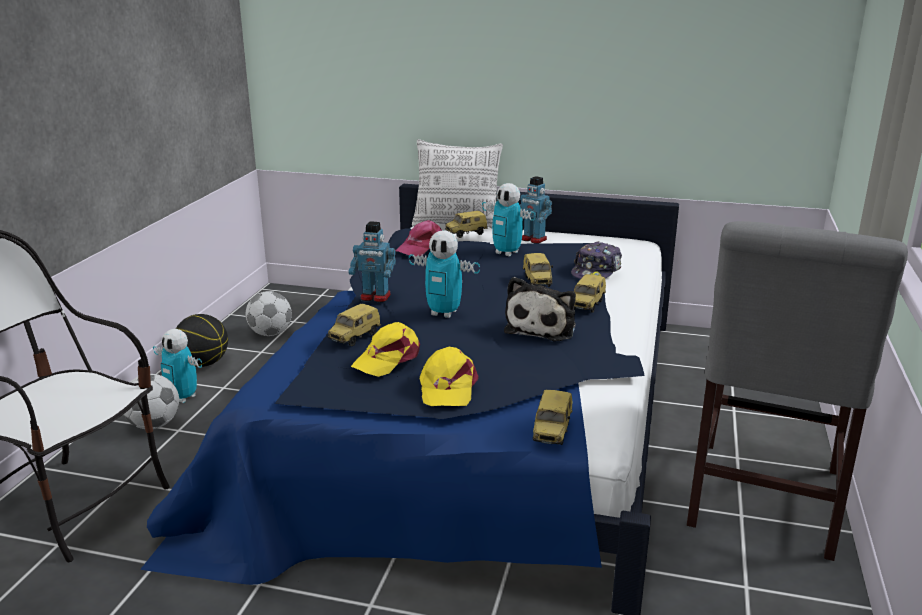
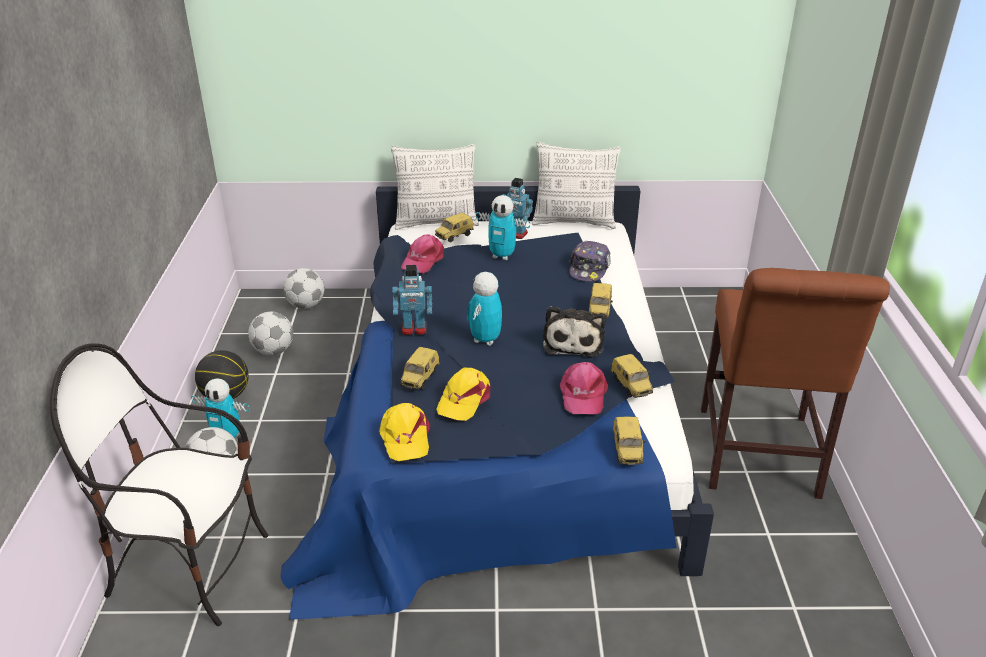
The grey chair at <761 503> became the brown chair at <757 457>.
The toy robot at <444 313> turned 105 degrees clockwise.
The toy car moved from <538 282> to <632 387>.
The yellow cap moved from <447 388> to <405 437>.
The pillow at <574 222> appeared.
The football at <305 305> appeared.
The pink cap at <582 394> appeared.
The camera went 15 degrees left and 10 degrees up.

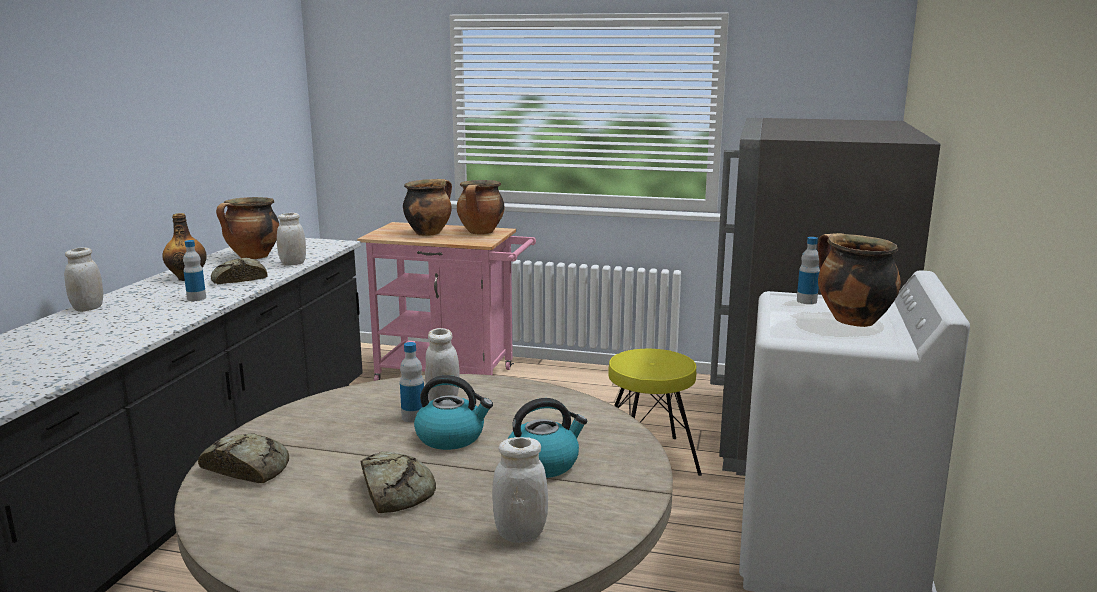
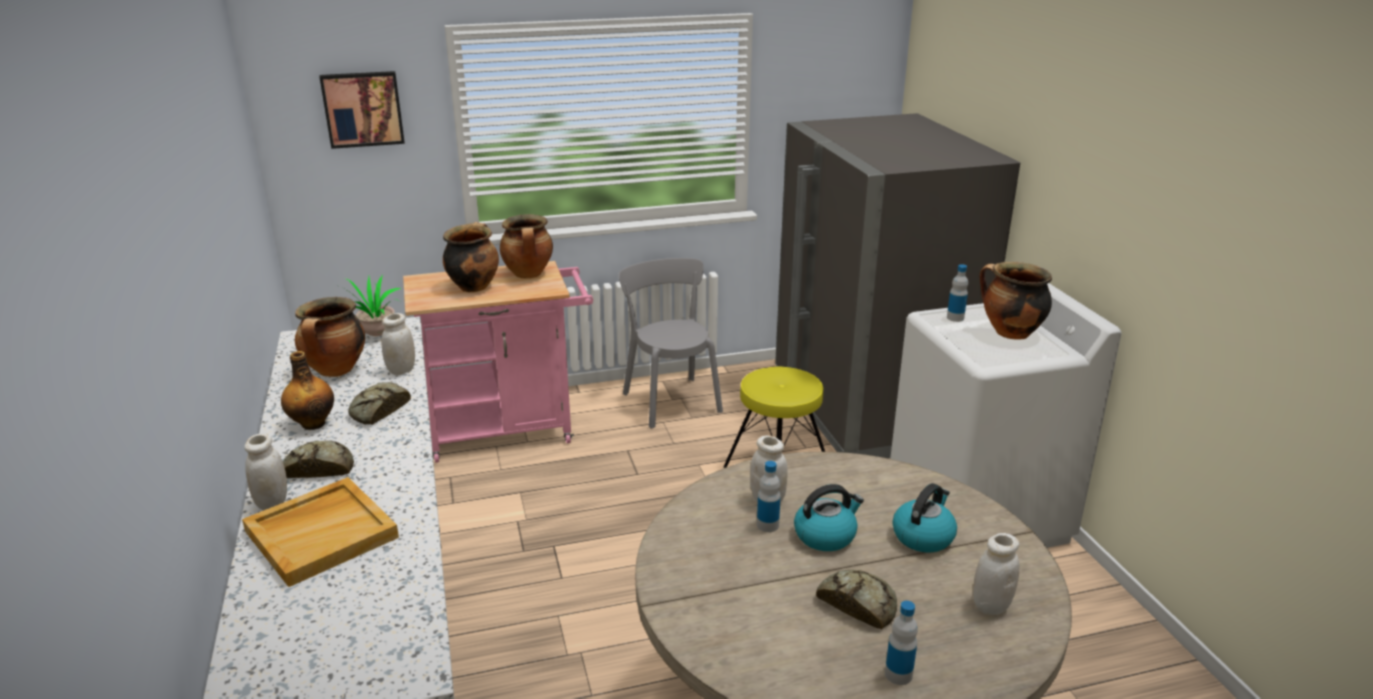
The bottle moved from <196 298> to <898 674>.
The bread moved from <247 467> to <319 467>.
The picture at <363 109> appeared.
The grey chair at <670 400> appeared.
The potted plant at <376 335> appeared.
The beige tray at <322 533> appeared.
The camera went 30 degrees left and 10 degrees up.

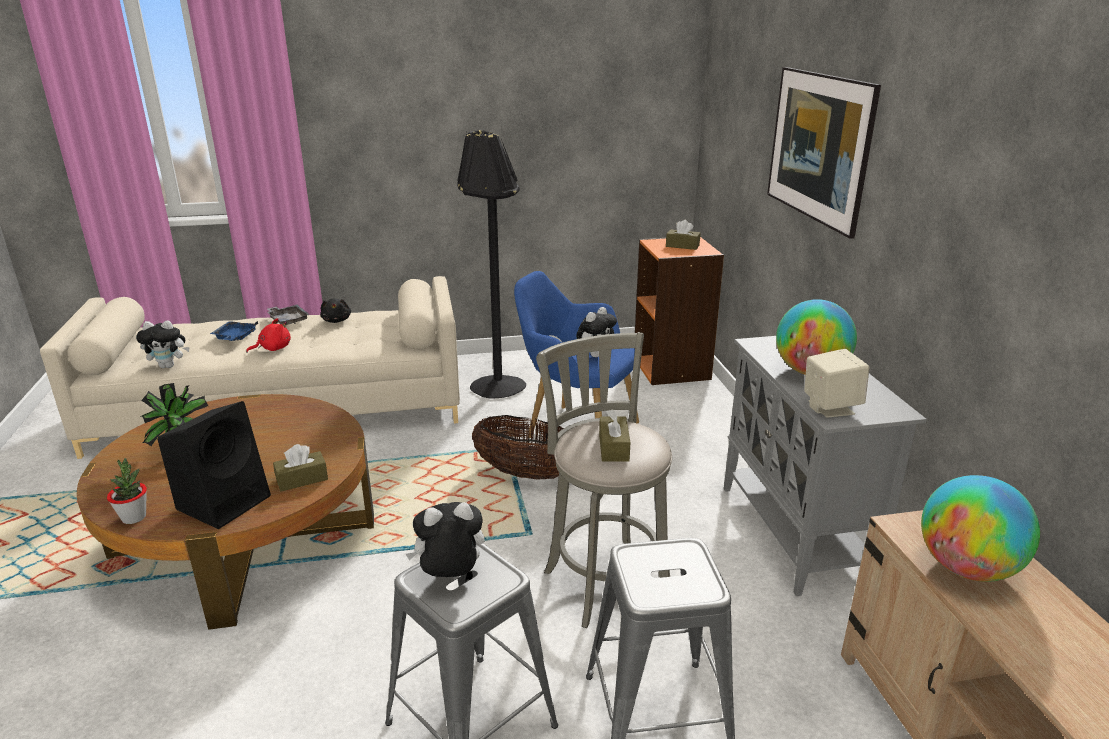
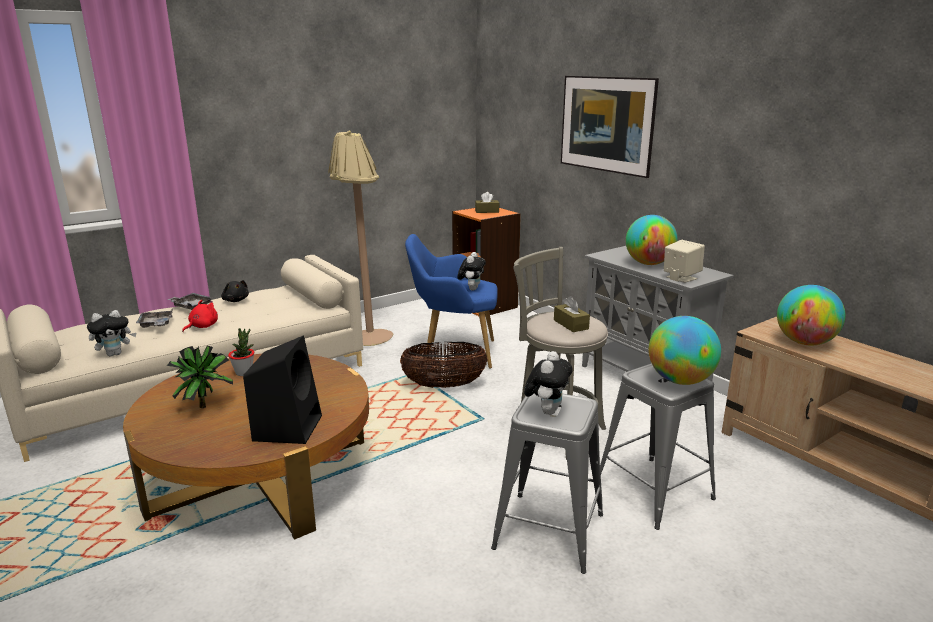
The black floor lamp at <497 381> became the beige floor lamp at <365 334>.
The blue tray at <235 337> became the grey tray at <156 324>.
The brown tissue box at <302 479> disappeared.
The potted plant moved from <134 517> to <244 372>.
The plush toy at <450 577> turned 150 degrees clockwise.
The globe at <680 381> appeared.
The camera went 25 degrees left and 5 degrees down.

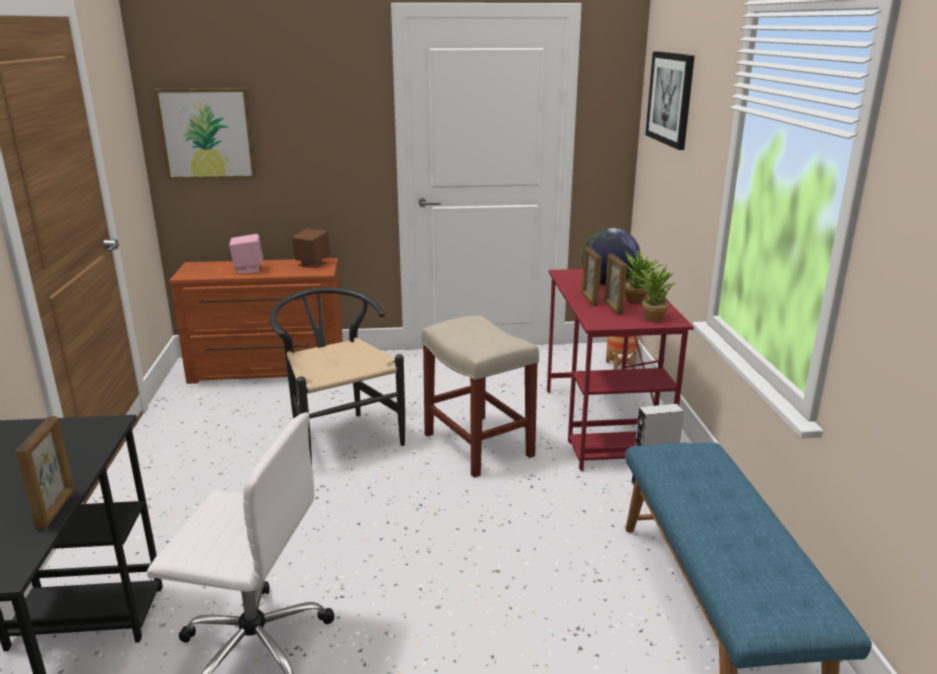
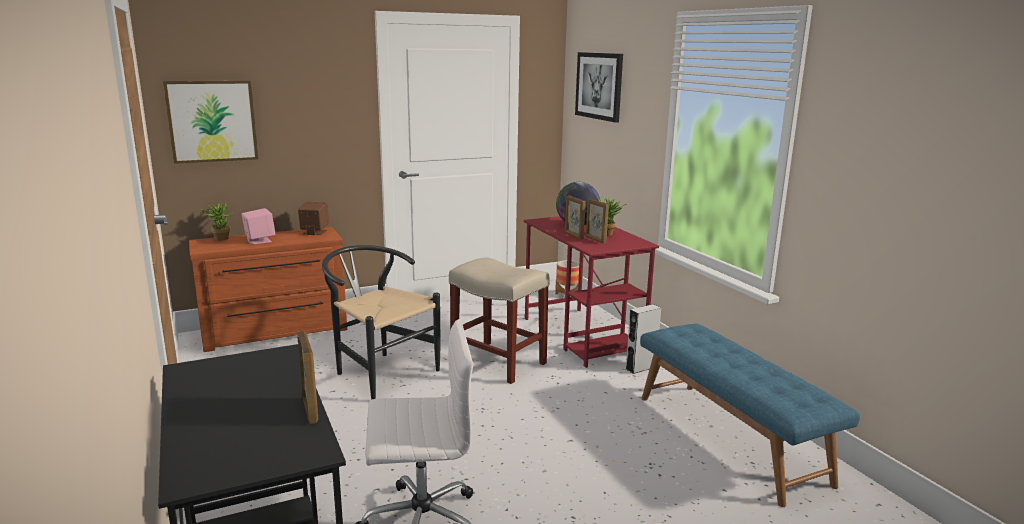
The potted plant moved from <651 317> to <220 238>.
The camera went 20 degrees left and 5 degrees down.

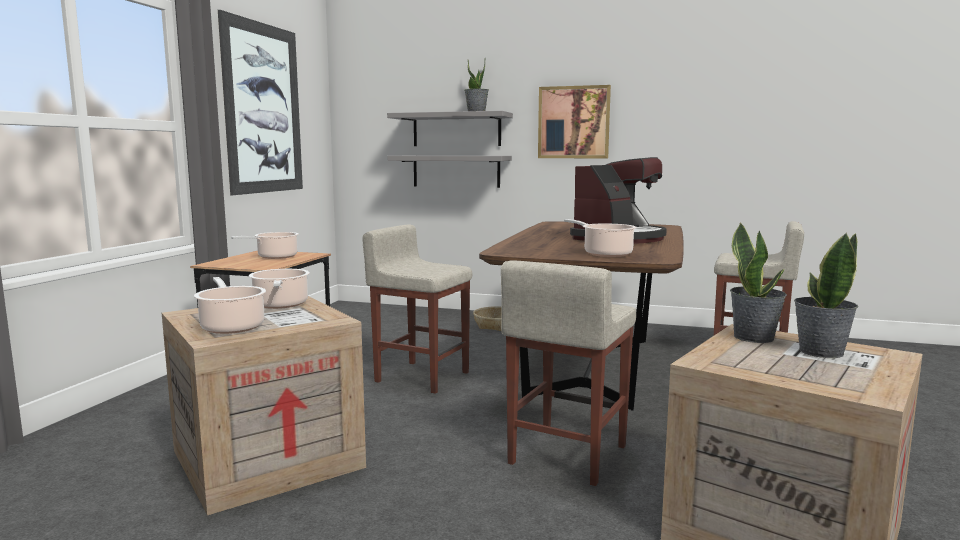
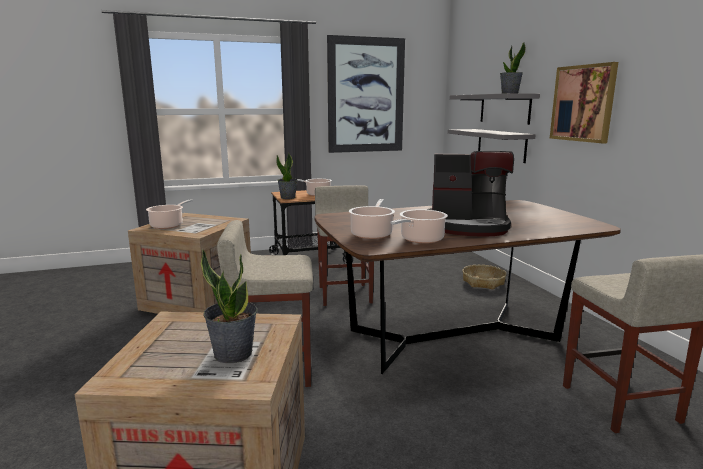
The potted plant moved from <754 337> to <288 197>.
The cooking pot moved from <281 305> to <420 240>.
The camera went 55 degrees right and 5 degrees up.

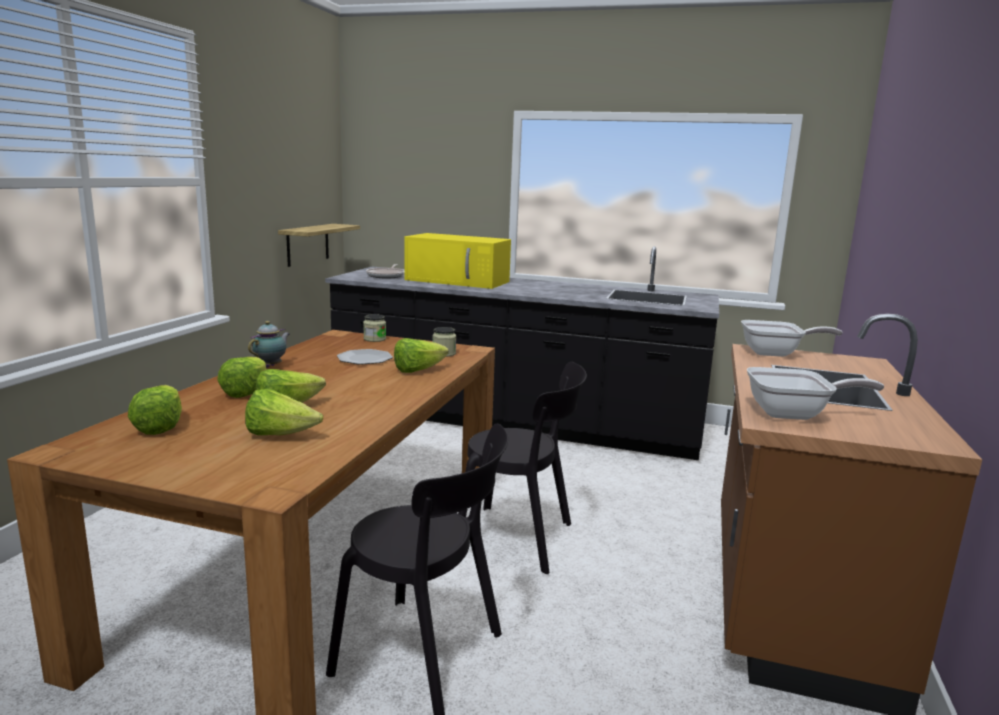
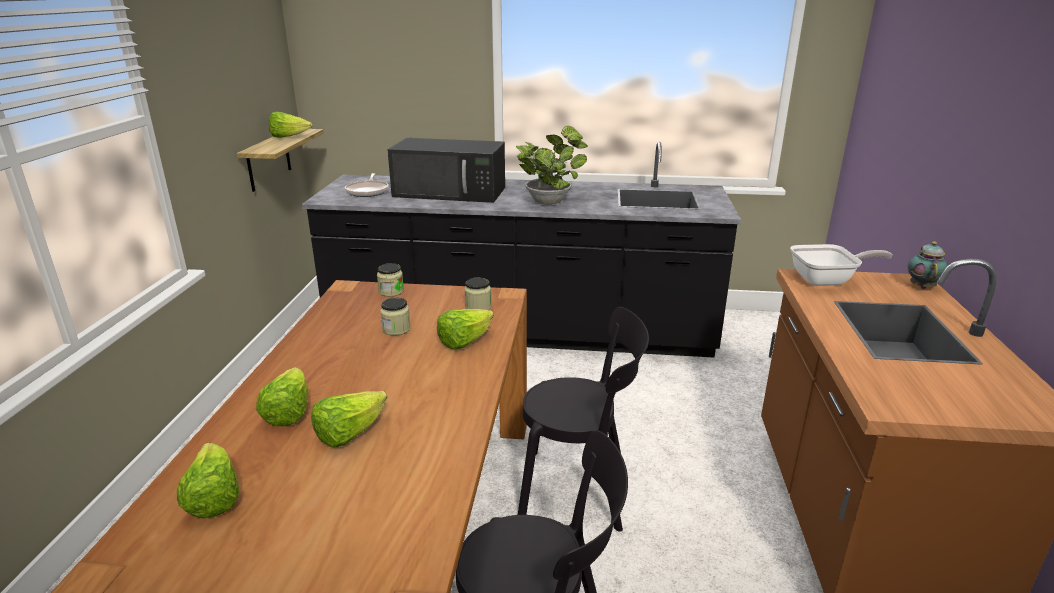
The yellow microwave at <459 281> became the black microwave at <451 192>.
The teapot moved from <271 366> to <921 286>.
The plate at <364 359> was replaced by the jar at <396 329>.
The frying pan at <794 414> disappeared.
The lettuce moved from <280 435> to <289 137>.
The potted plant at <550 201> appeared.
The camera went 10 degrees left and 10 degrees up.

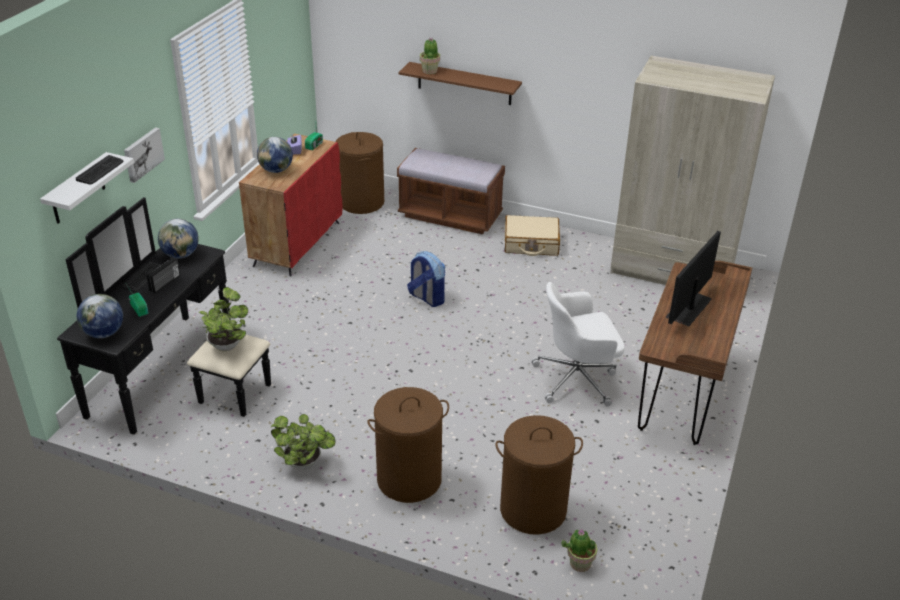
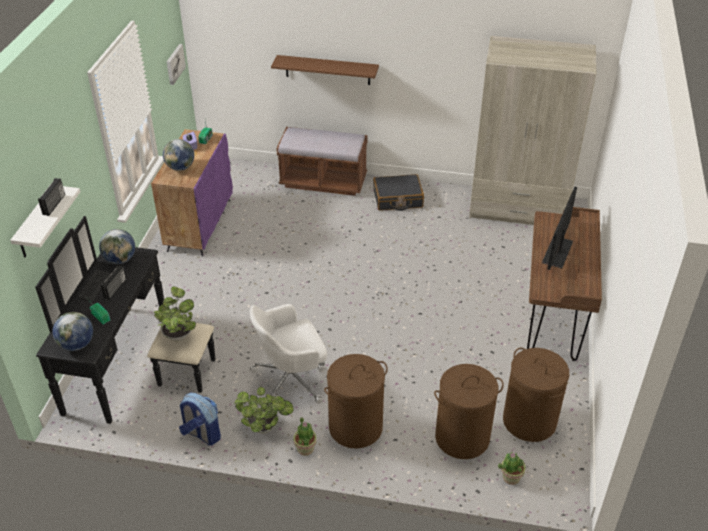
The potted plant moved from <430 70> to <305 448>.
The picture moved from <142 154> to <174 64>.
The brown laundry basket moved from <361 202> to <529 421>.
The red cabinet at <297 243> became the purple cabinet at <199 224>.
The keyboard at <100 170> was replaced by the radio at <54 204>.
The beige suitcase at <531 243> became the black suitcase at <397 199>.
The backpack moved from <426 298> to <201 434>.
The white office chair moved from <577 379> to <291 379>.
The camera went 10 degrees left and 5 degrees up.

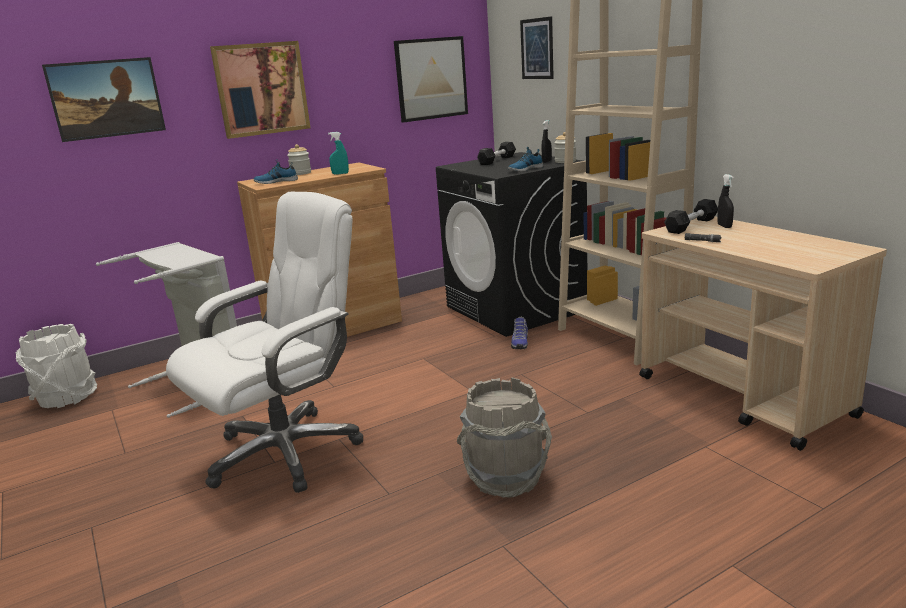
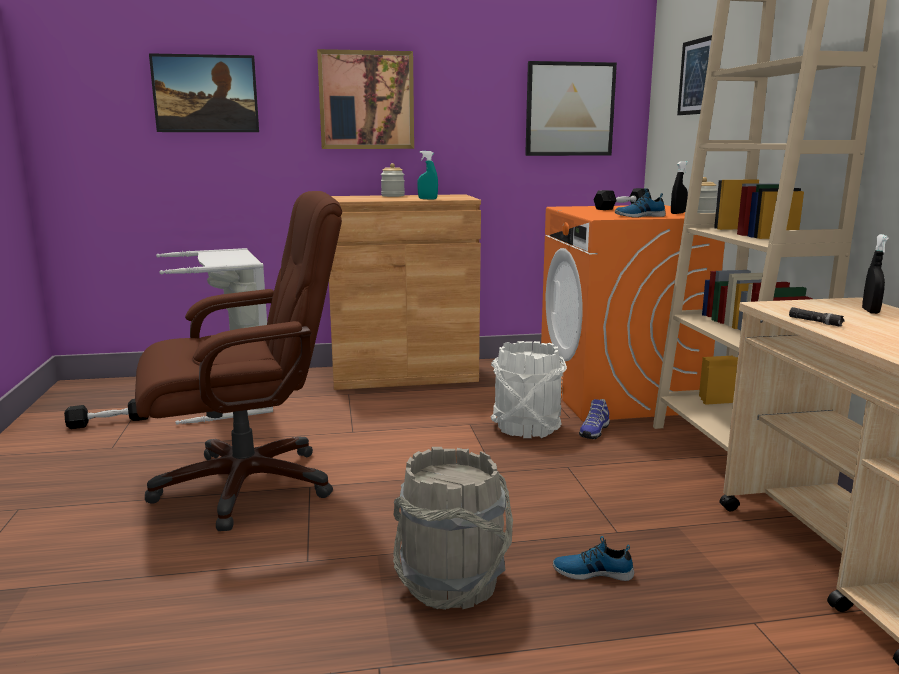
The black washing machine at <516 309> became the orange washing machine at <618 394>.
The shoe moved from <276 181> to <592 572>.
The white office chair at <285 451> became the brown office chair at <248 485>.
The black dumbbell moved from <691 225> to <109 422>.
The white bucket moved from <66 397> to <526 427>.
The camera went 20 degrees right and 5 degrees down.

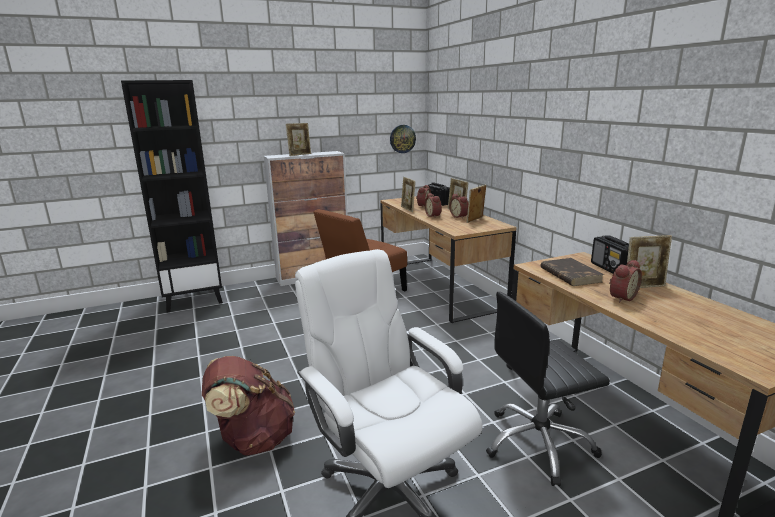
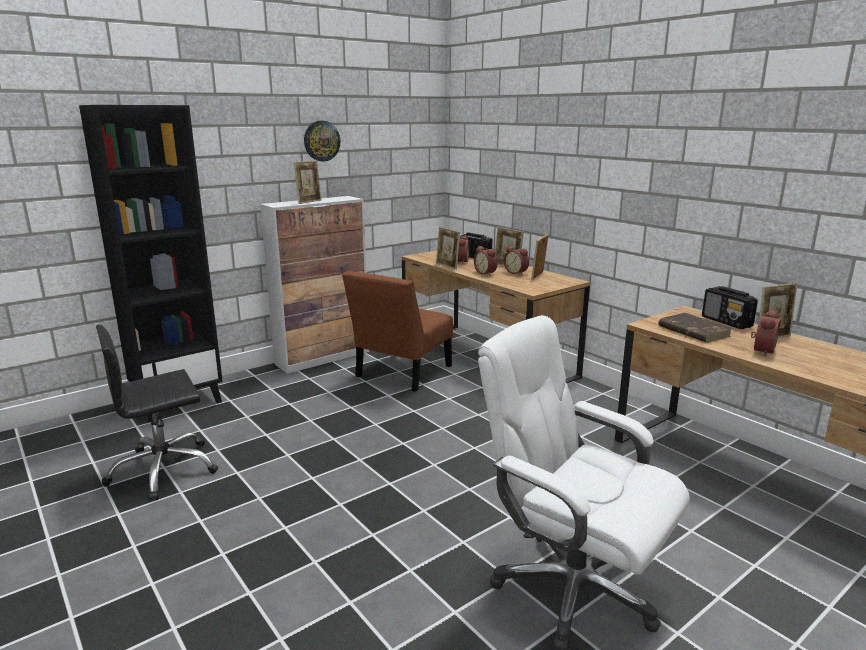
The wall clock moved from <402 139> to <321 141>.
The black office chair moved from <538 444> to <163 470>.
The brown backpack at <253 439> disappeared.
The camera went 15 degrees left and 0 degrees up.

